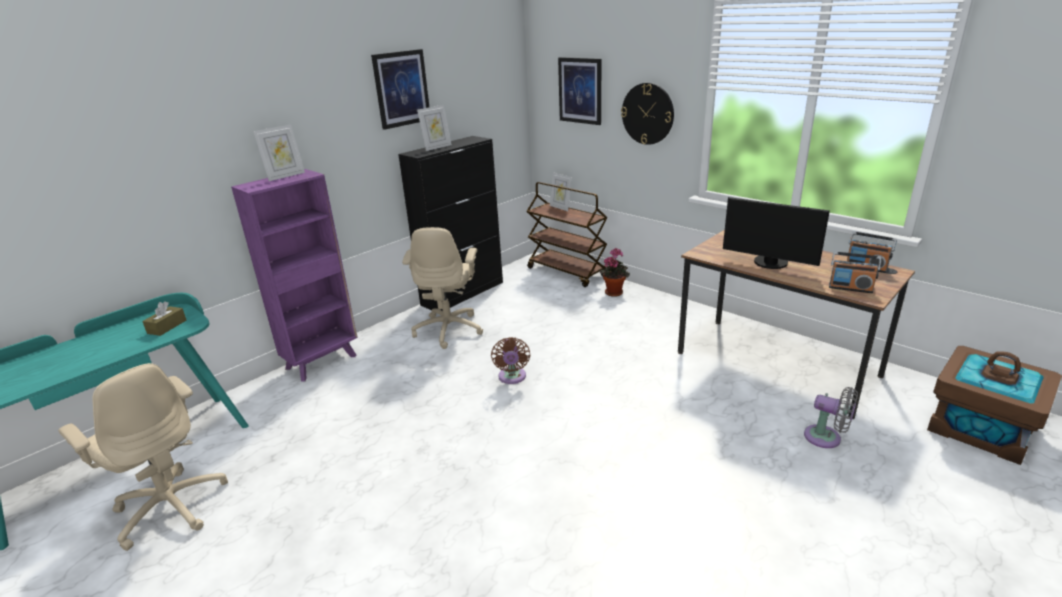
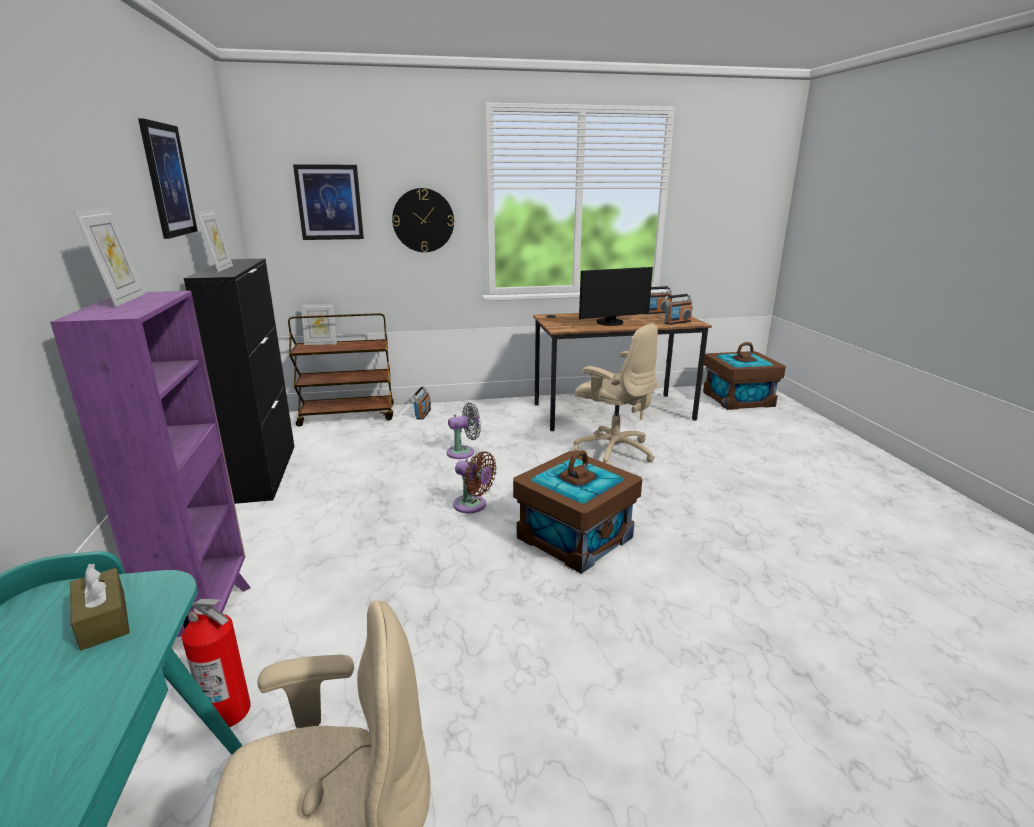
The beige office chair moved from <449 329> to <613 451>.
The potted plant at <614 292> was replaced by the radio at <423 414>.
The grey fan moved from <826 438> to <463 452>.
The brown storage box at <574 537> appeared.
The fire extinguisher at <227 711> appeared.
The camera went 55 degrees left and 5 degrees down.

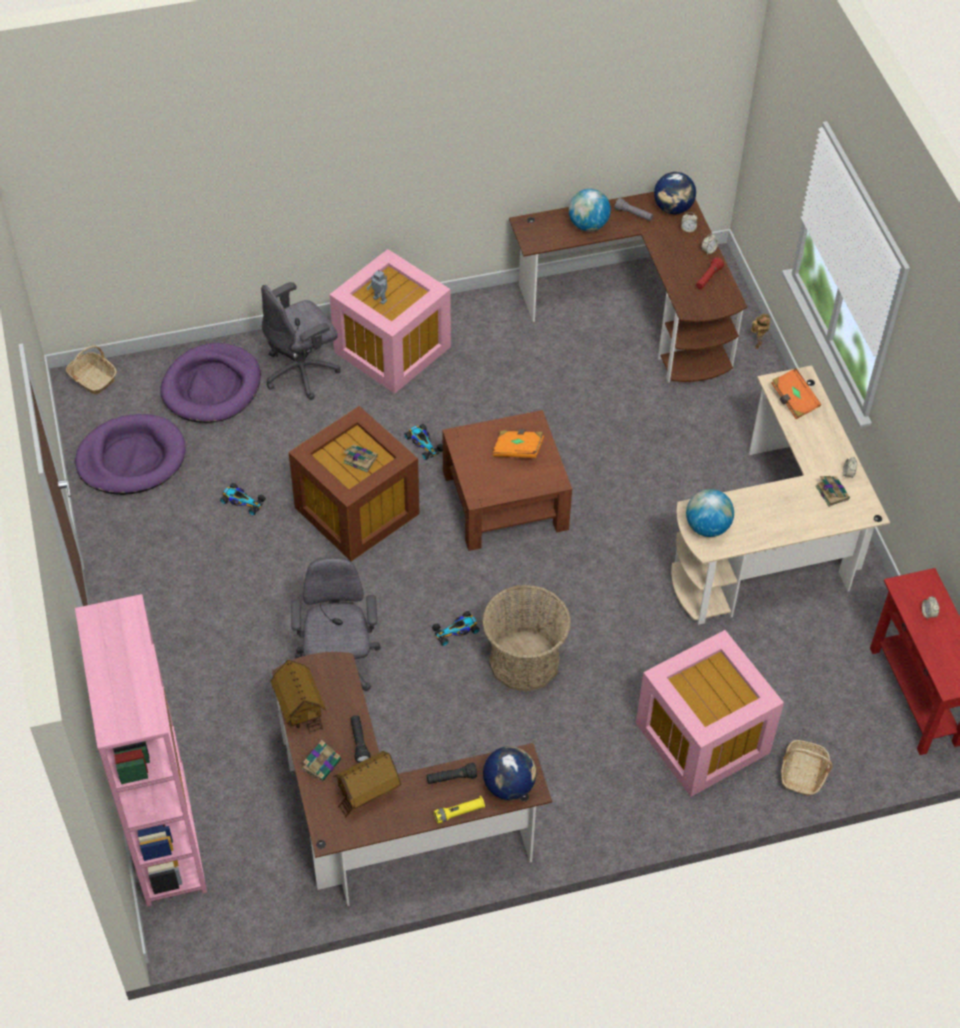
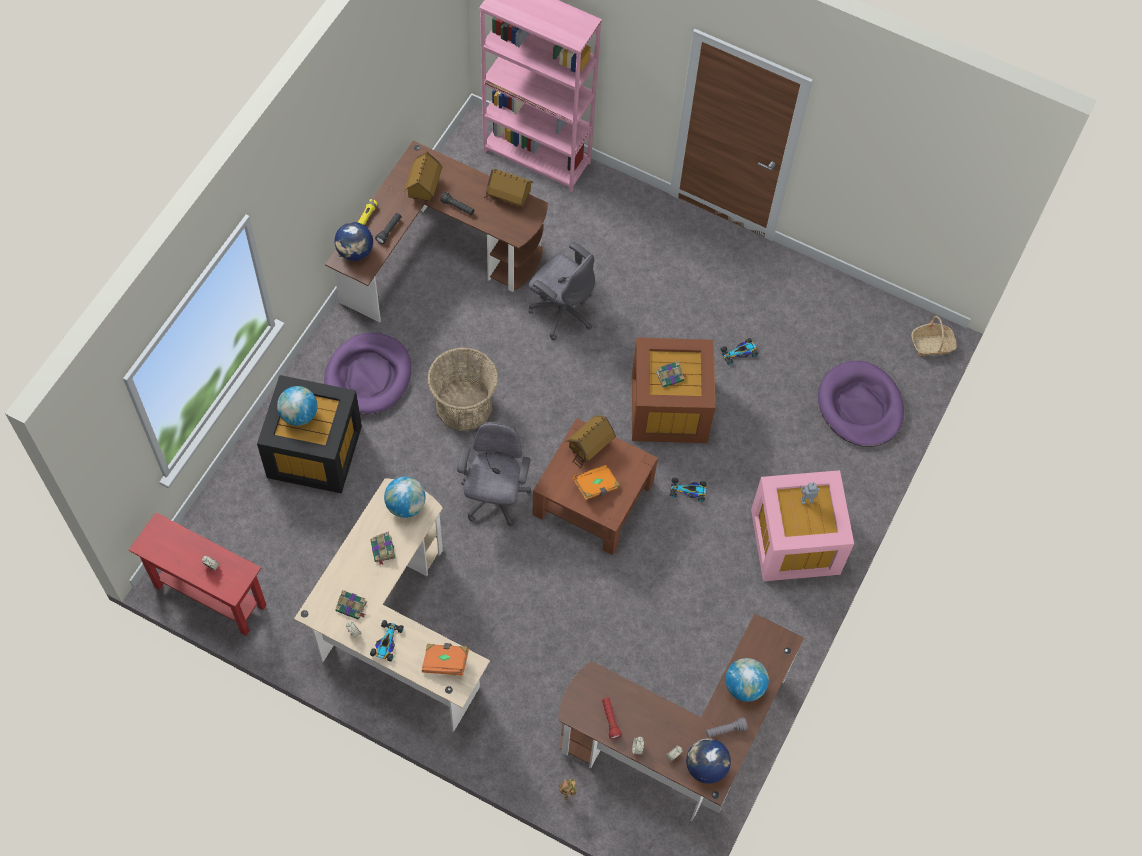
The grey office chair moved from <302 371> to <494 497>.
The purple dog bed moved from <131 458> to <368 376>.
The toy car moved from <456 630> to <386 643>.
The pink storage box at <702 740> became the black storage box at <313 450>.
The book moved from <322 763> to <383 550>.
The basket at <803 773> disappeared.
The globe at <299 415> appeared.
The toy house at <589 447> appeared.
The camera went 130 degrees right and 10 degrees up.

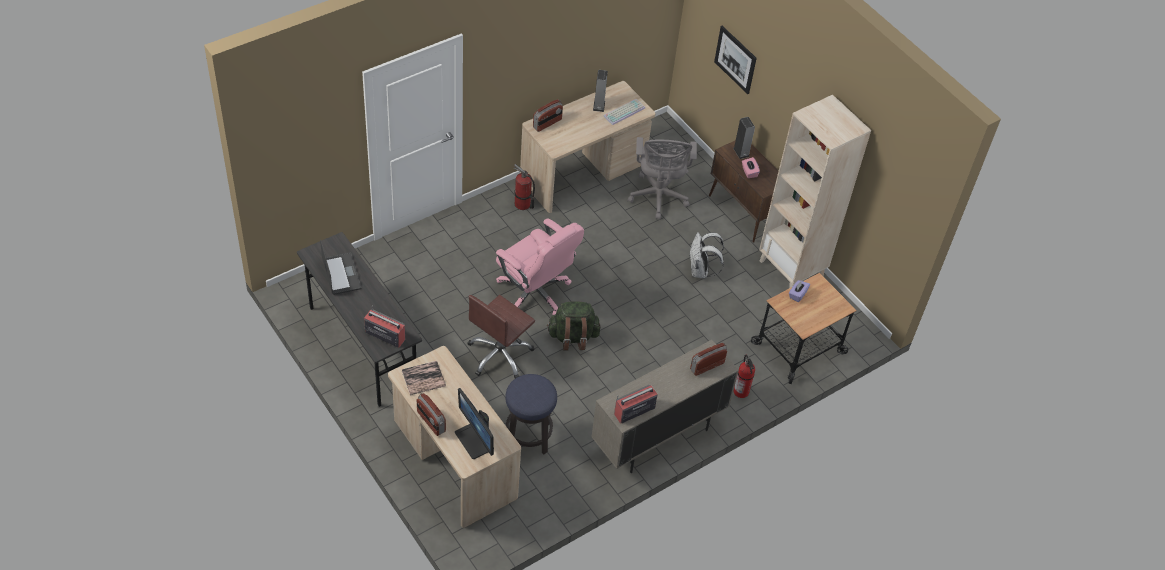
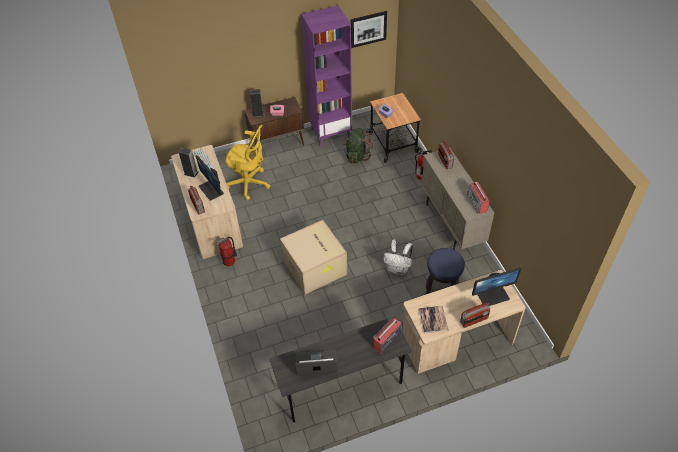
The picture moved from <735 59> to <368 29>.
The beige bookcase at <792 269> became the purple bookcase at <330 132>.
The grey office chair at <658 197> became the yellow office chair at <249 184>.
The pink office chair at <535 293> was replaced by the cardboard box at <315 267>.
The white backpack moved from <700 271> to <398 269>.
The brown office chair at <500 355> disappeared.
The green backpack moved from <573 337> to <356 156>.
The monitor at <212 190> appeared.
The camera went 70 degrees left and 0 degrees up.

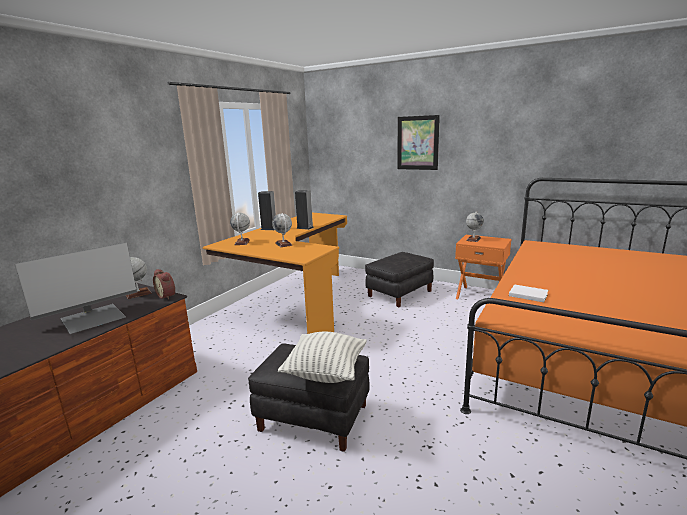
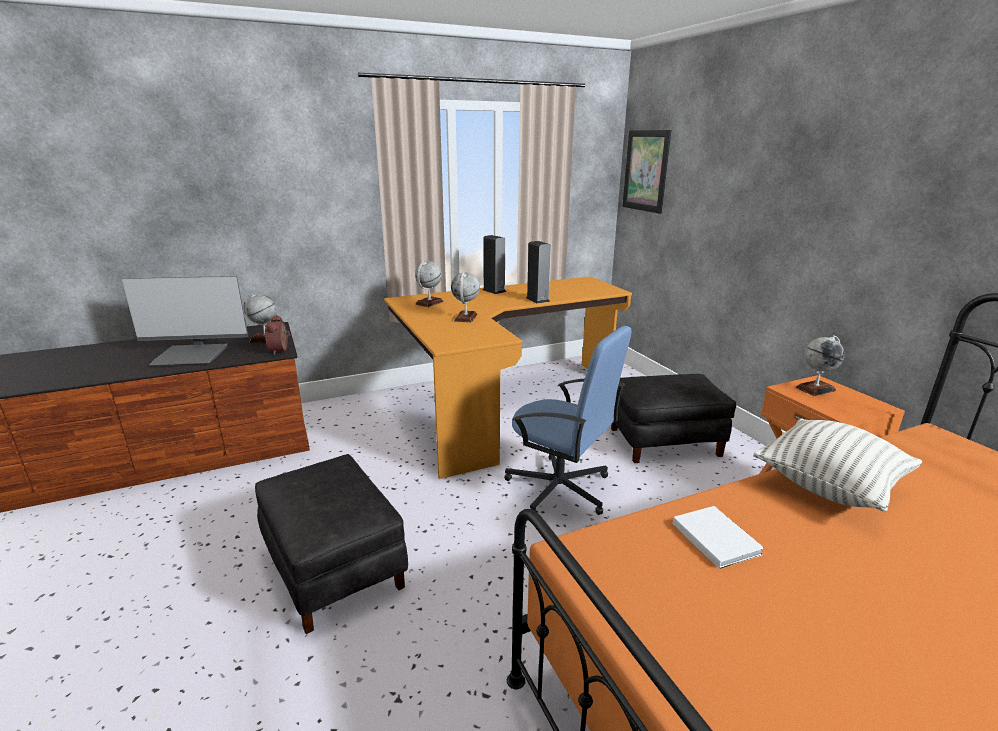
The picture moved from <417 143> to <646 171>.
The pillow moved from <326 372> to <829 486>.
The blue office chair at <560 489> appeared.
The camera went 35 degrees right and 5 degrees up.

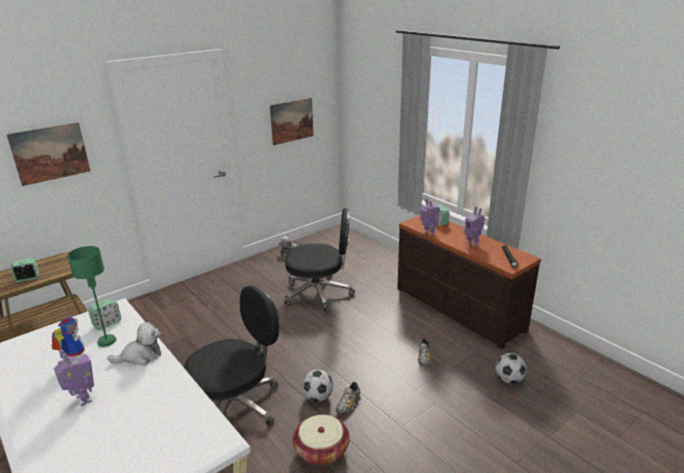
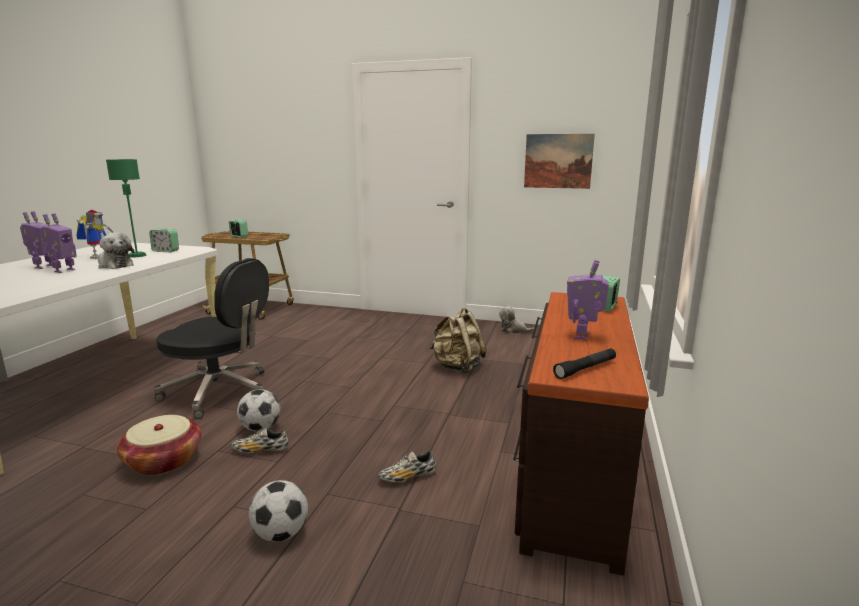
The picture at <50 153> disappeared.
The toy robot moved from <428 233> to <63 271>.
The black office chair at <319 294> was replaced by the beige backpack at <457 367>.
The football moved from <509 379> to <281 534>.
The camera went 55 degrees right and 10 degrees down.

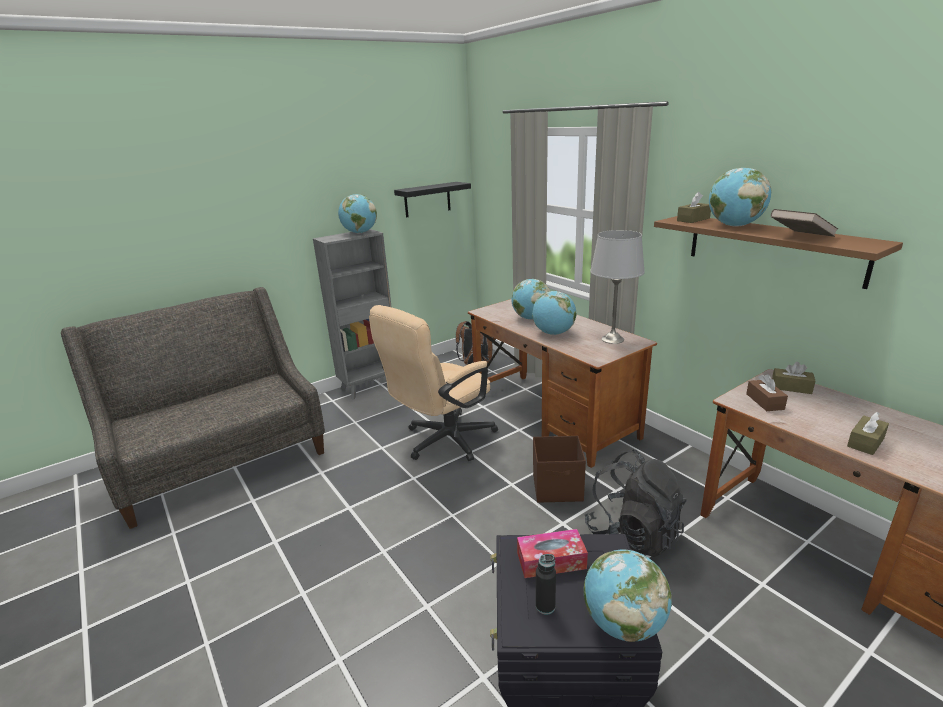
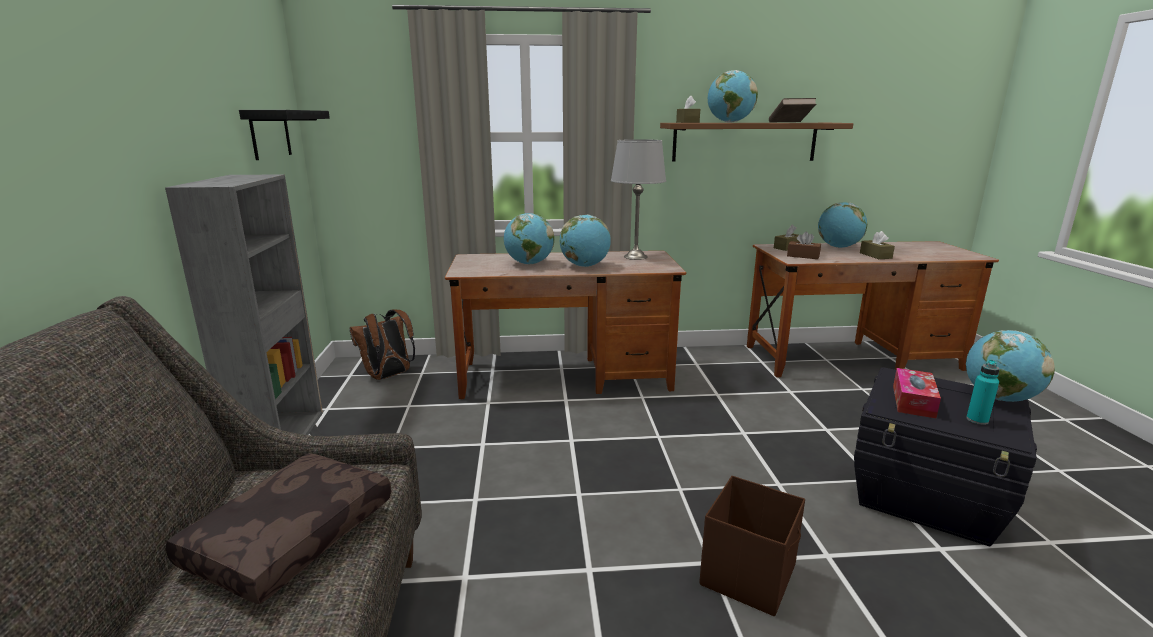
The globe moved from <359 233> to <838 247>.
The beige office chair at <442 442> disappeared.
The brown storage box moved from <558 488> to <749 575>.
The black backpack at <633 533> disappeared.
The black bottle at <545 606> became the turquoise bottle at <977 420>.
The brown pillow at <291 535> appeared.
The camera went 60 degrees left and 5 degrees down.

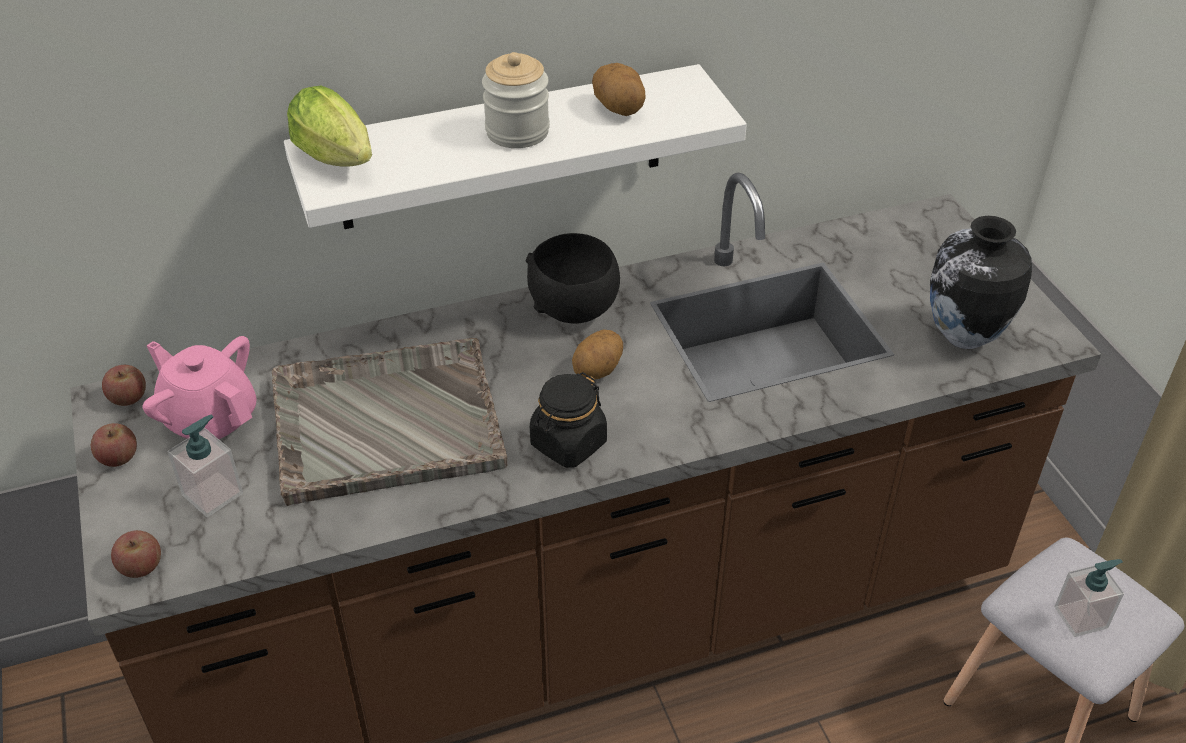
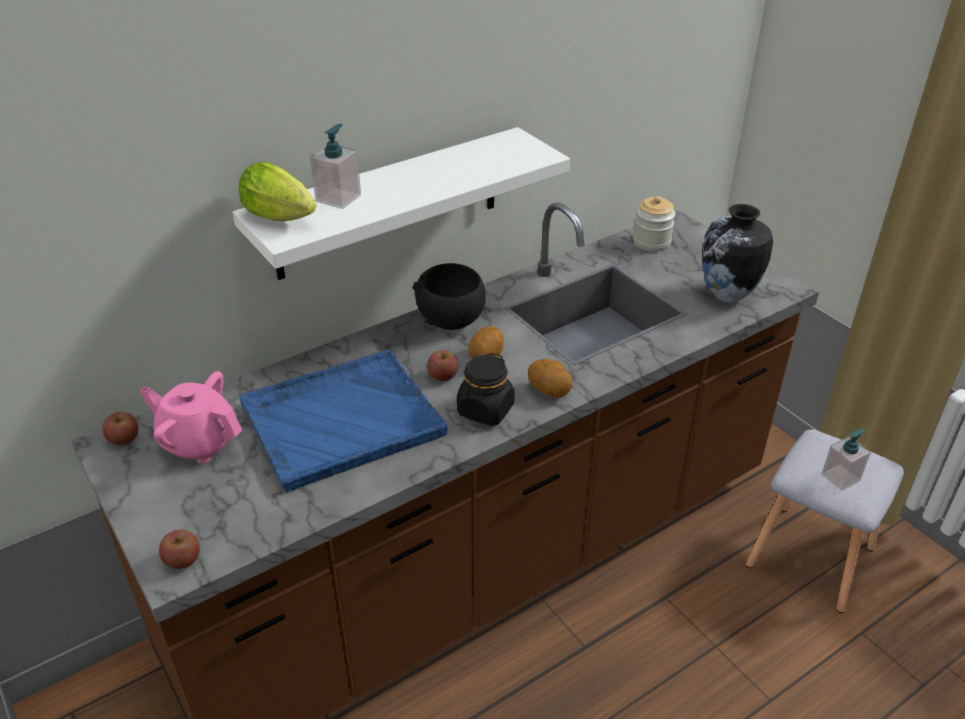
The jar moved from <517 132> to <651 242>.
The potato moved from <619 109> to <549 391>.
The grey tray at <384 422> became the blue tray at <340 420>.
The soap dispenser moved from <213 494> to <338 198>.
The apple moved from <118 457> to <443 376>.
The camera went 15 degrees left and 5 degrees down.

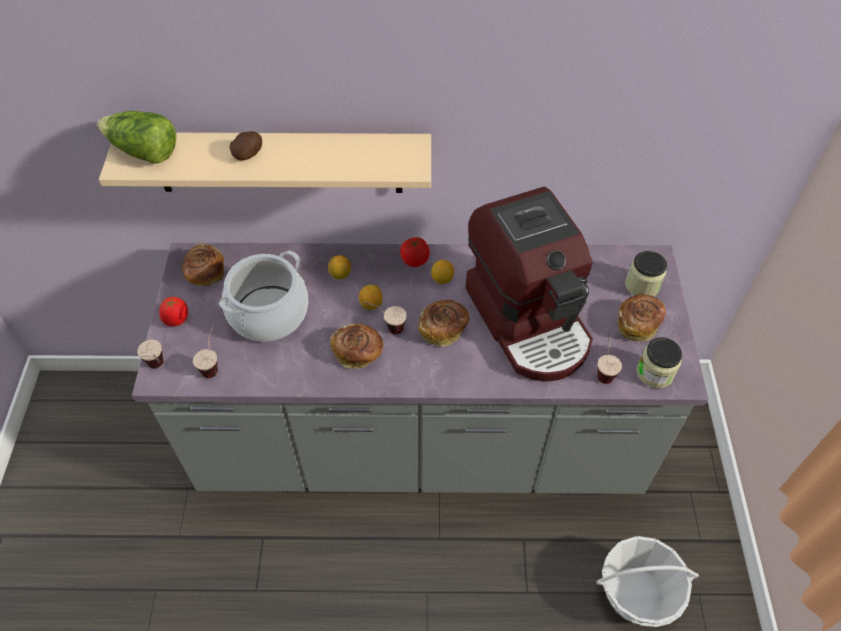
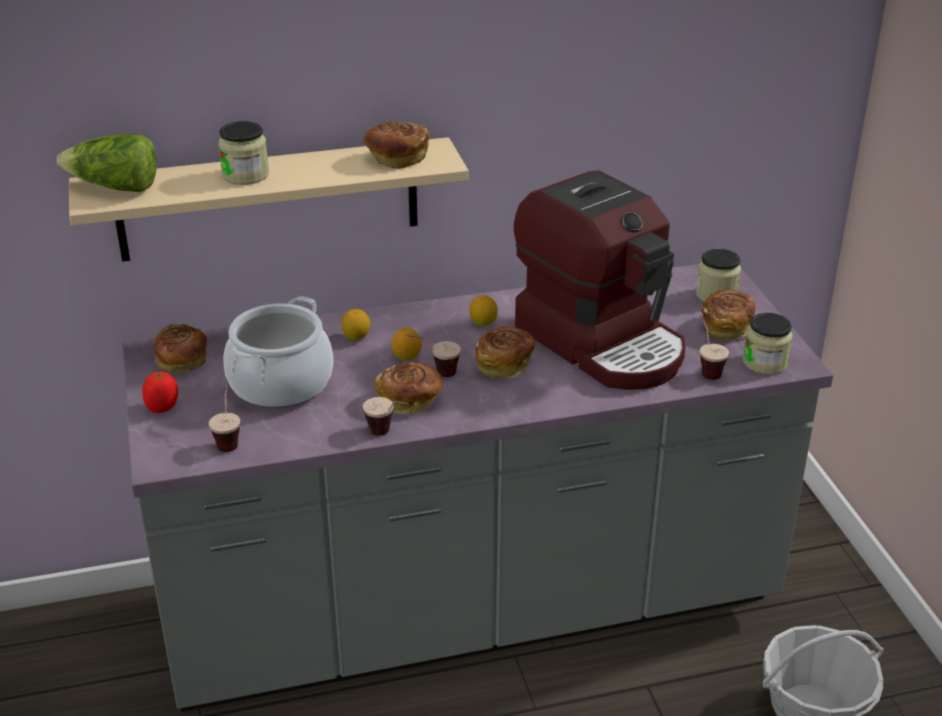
The potato at <248 154> was replaced by the jar at <245 175>.
The tomato at <415 260> disappeared.
The cup moved from <160 368> to <388 434>.
The bread at <396 158> appeared.
The camera went 15 degrees left and 20 degrees down.

